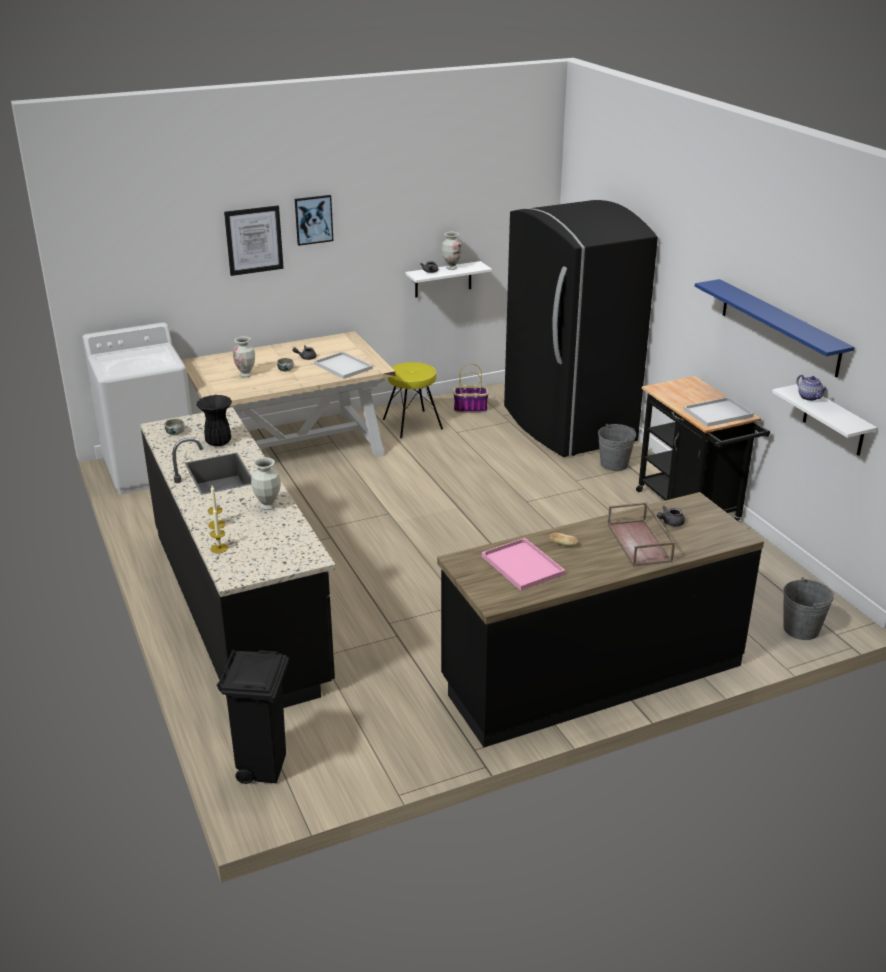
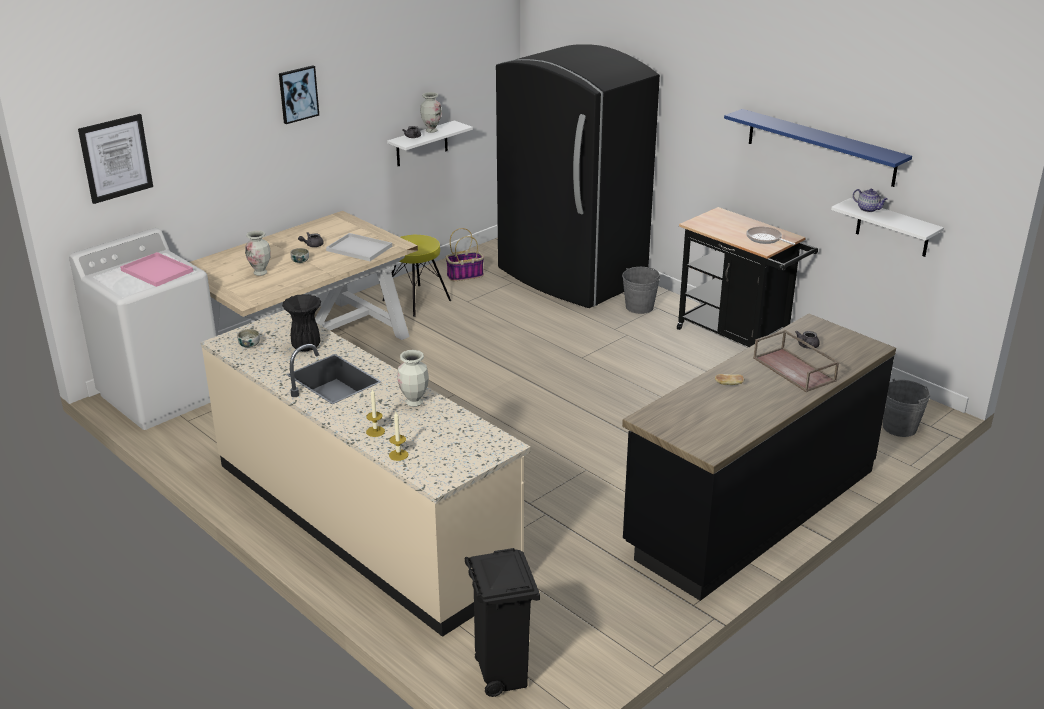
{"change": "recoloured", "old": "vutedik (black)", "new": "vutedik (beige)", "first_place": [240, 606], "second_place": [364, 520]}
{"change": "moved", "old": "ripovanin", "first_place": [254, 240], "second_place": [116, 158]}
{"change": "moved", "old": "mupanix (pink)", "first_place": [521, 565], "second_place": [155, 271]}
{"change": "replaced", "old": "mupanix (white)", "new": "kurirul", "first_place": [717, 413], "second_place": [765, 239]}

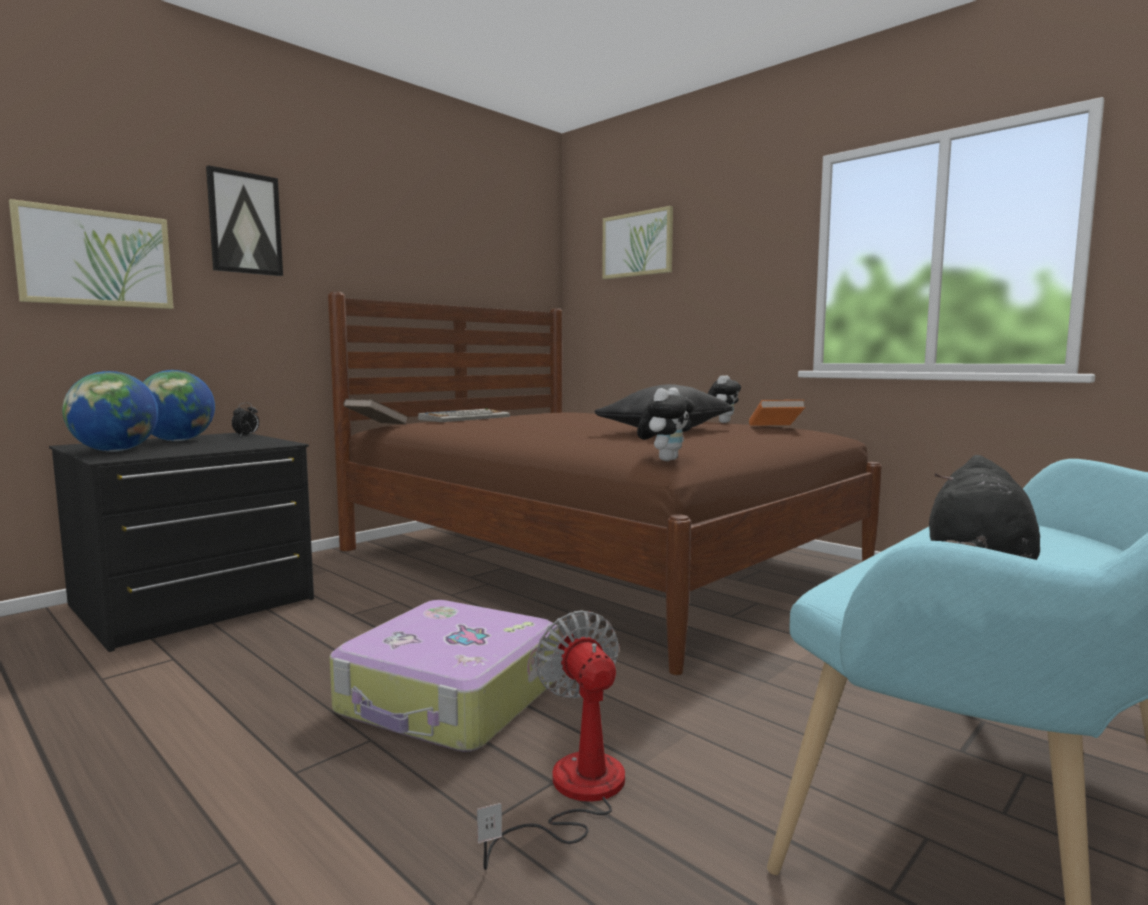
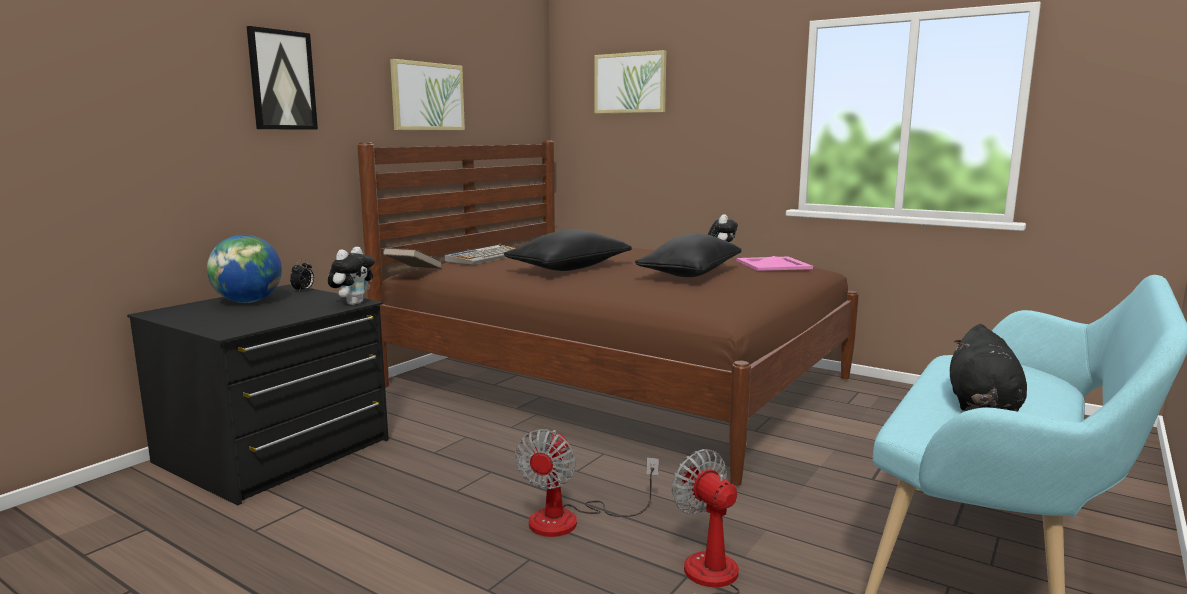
{"change": "moved", "old": "ripovanin", "first_place": [96, 258], "second_place": [427, 96]}
{"change": "removed", "old": "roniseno", "first_place": [115, 451]}
{"change": "replaced", "old": "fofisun", "new": "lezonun", "first_place": [450, 698], "second_place": [570, 520]}
{"change": "moved", "old": "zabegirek", "first_place": [665, 460], "second_place": [353, 303]}
{"change": "replaced", "old": "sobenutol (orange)", "new": "mupanix (pink)", "first_place": [775, 427], "second_place": [773, 264]}
{"change": "added", "new": "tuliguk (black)", "second_place": [569, 268]}

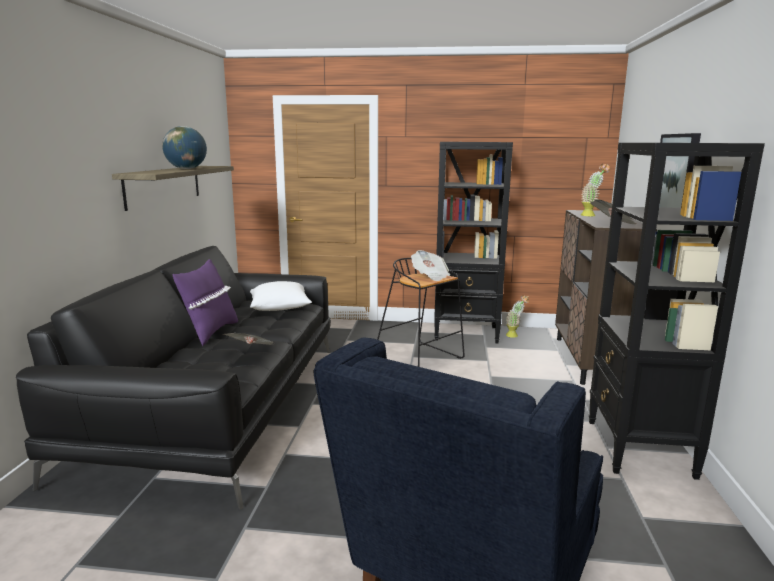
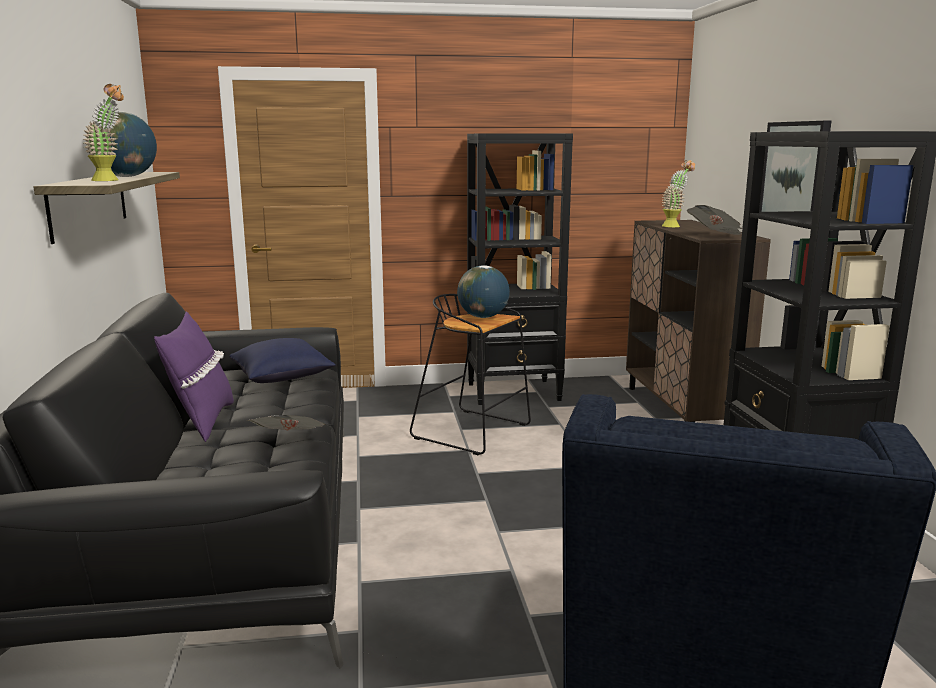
{"change": "recoloured", "old": "tuliguk (white)", "new": "tuliguk (blue)", "first_place": [280, 308], "second_place": [282, 378]}
{"change": "replaced", "old": "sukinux", "new": "roniseno", "first_place": [430, 276], "second_place": [483, 317]}
{"change": "moved", "old": "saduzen", "first_place": [515, 336], "second_place": [111, 180]}

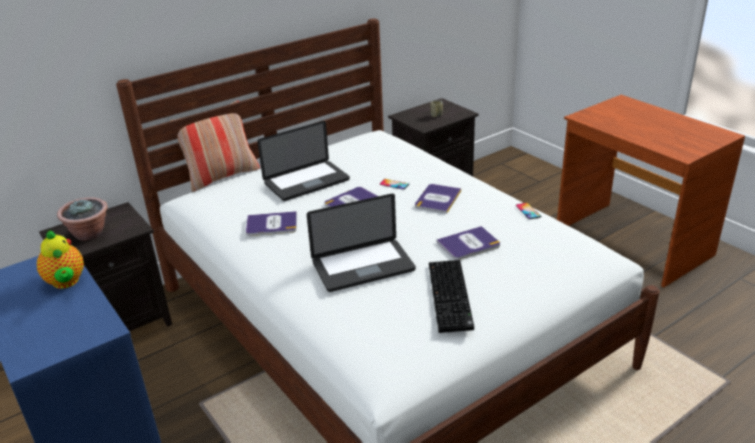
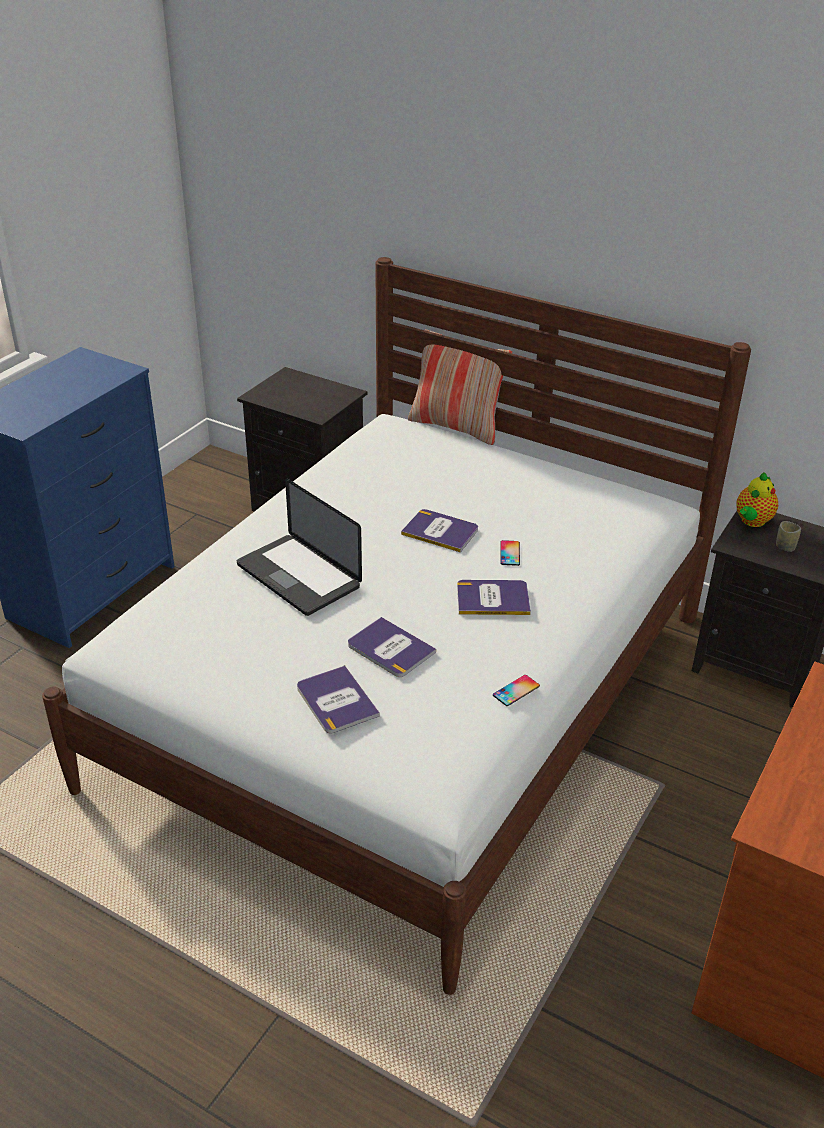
{"change": "moved", "old": "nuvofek", "first_place": [66, 282], "second_place": [752, 521]}
{"change": "removed", "old": "saduzen", "first_place": [89, 234]}
{"change": "moved", "old": "sobenutol", "first_place": [271, 225], "second_place": [336, 701]}
{"change": "removed", "old": "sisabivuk", "first_place": [306, 182]}
{"change": "removed", "old": "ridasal", "first_place": [452, 296]}

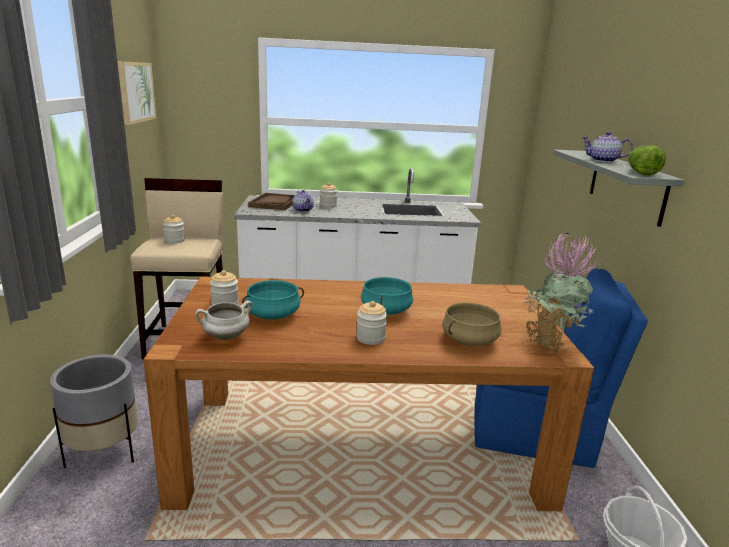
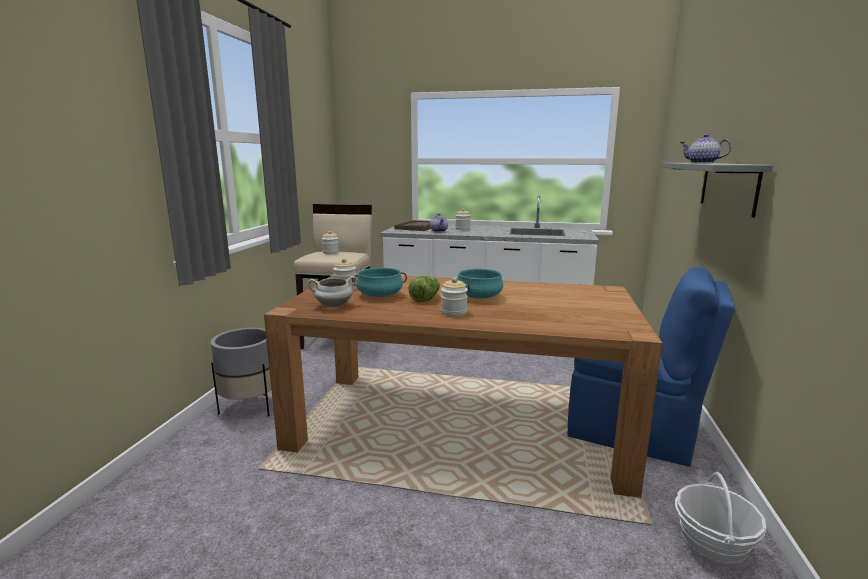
{"change": "removed", "old": "ripovanin", "first_place": [136, 92]}
{"change": "removed", "old": "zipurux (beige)", "first_place": [469, 340]}
{"change": "removed", "old": "saduzen", "first_place": [549, 343]}
{"change": "moved", "old": "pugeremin", "first_place": [640, 173], "second_place": [425, 298]}

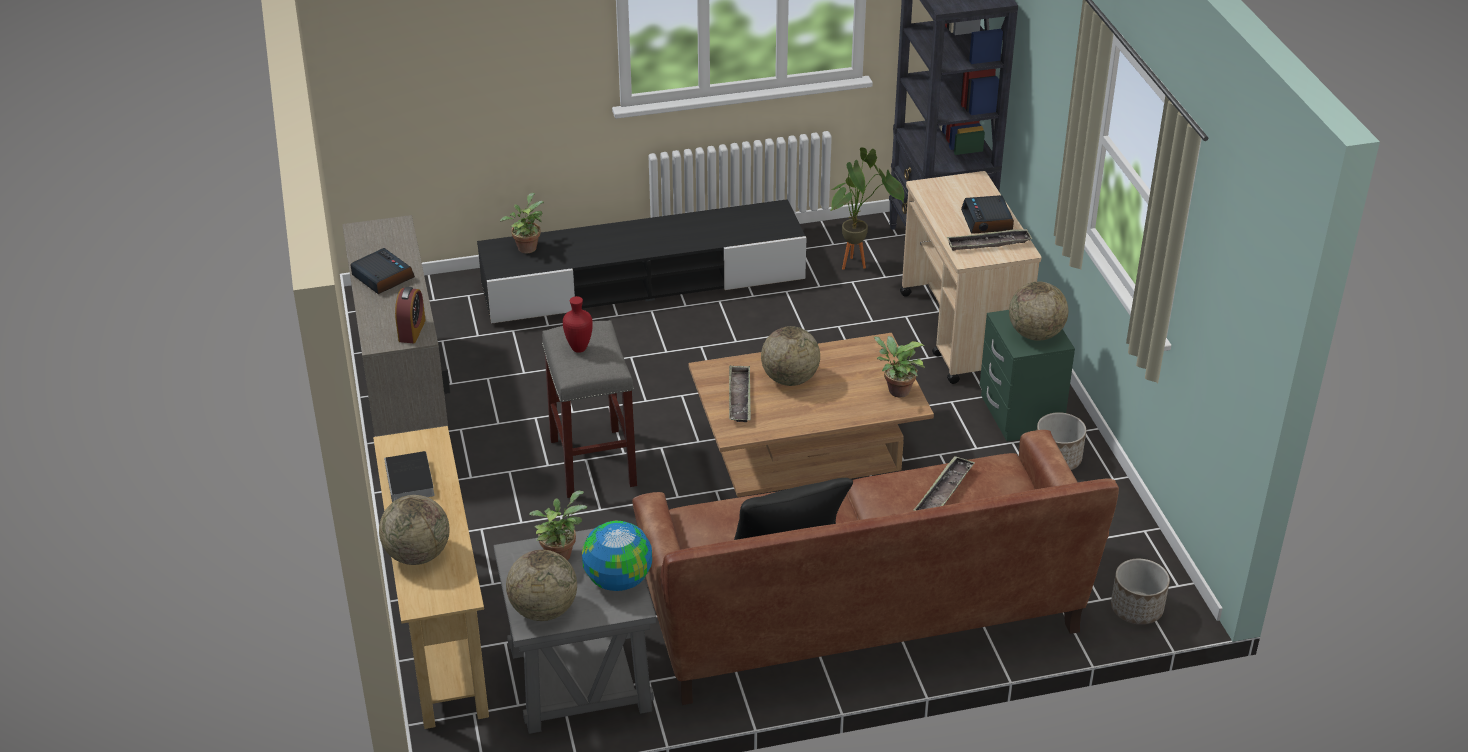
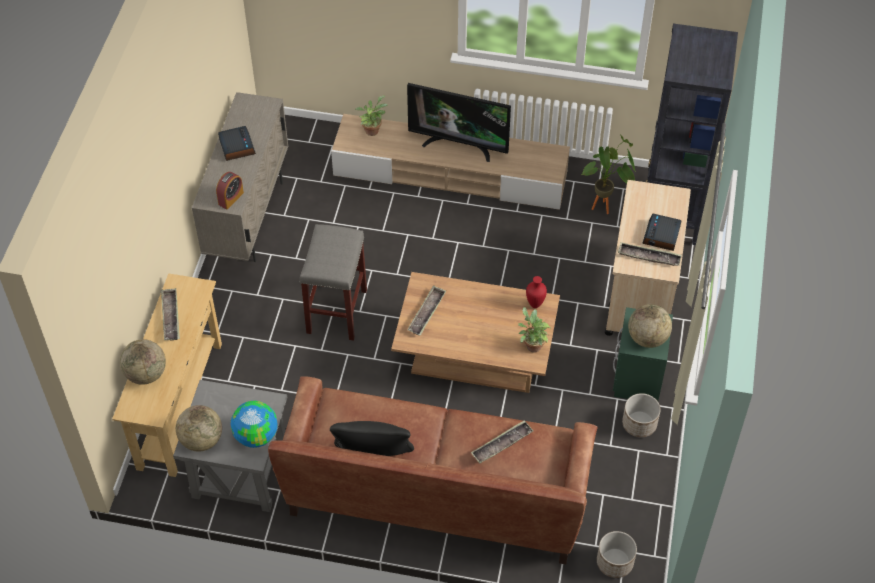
{"change": "replaced", "old": "sobenutol", "new": "mupanix", "first_place": [410, 482], "second_place": [171, 317]}
{"change": "recoloured", "old": "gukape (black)", "new": "gukape (beige)", "first_place": [644, 283], "second_place": [451, 174]}
{"change": "removed", "old": "saduzen", "first_place": [559, 553]}
{"change": "moved", "old": "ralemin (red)", "first_place": [580, 349], "second_place": [535, 305]}
{"change": "removed", "old": "roniseno", "first_place": [790, 379]}
{"change": "added", "new": "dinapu", "second_place": [459, 145]}

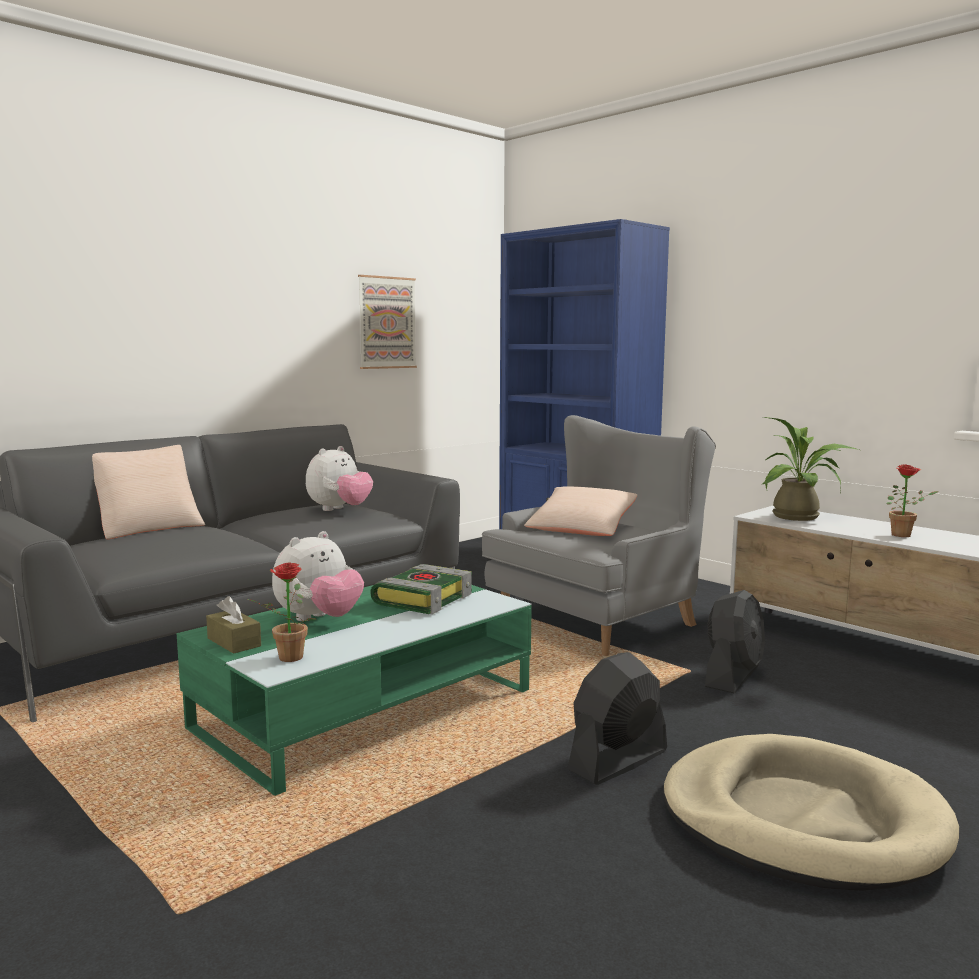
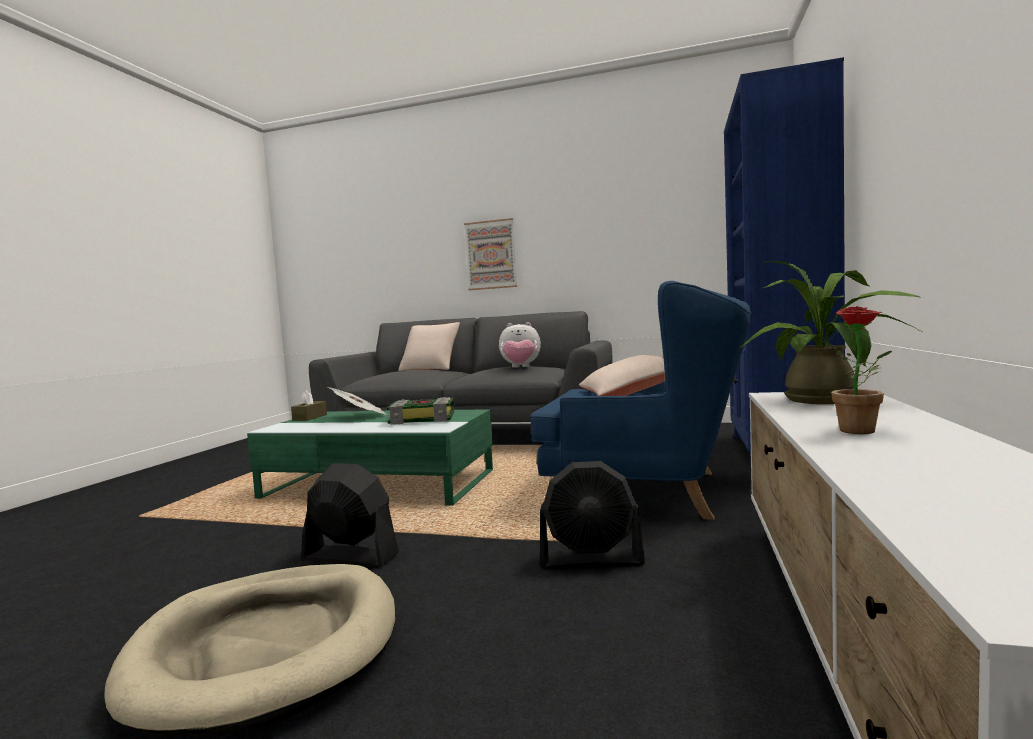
{"change": "removed", "old": "saduzen", "first_place": [285, 659]}
{"change": "replaced", "old": "zabegirek", "new": "sukinux", "first_place": [319, 619], "second_place": [361, 417]}
{"change": "moved", "old": "ripovanin", "first_place": [386, 322], "second_place": [491, 255]}
{"change": "recoloured", "old": "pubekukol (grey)", "new": "pubekukol (blue)", "first_place": [601, 620], "second_place": [646, 490]}

